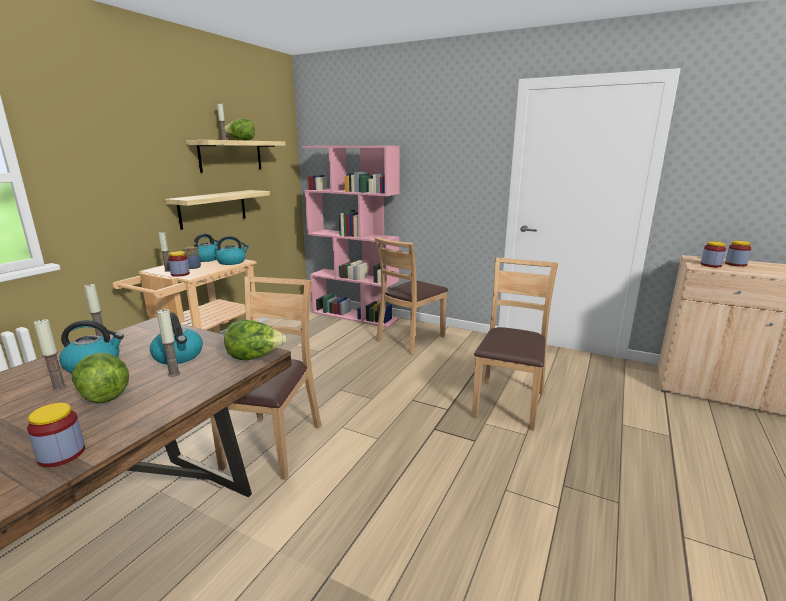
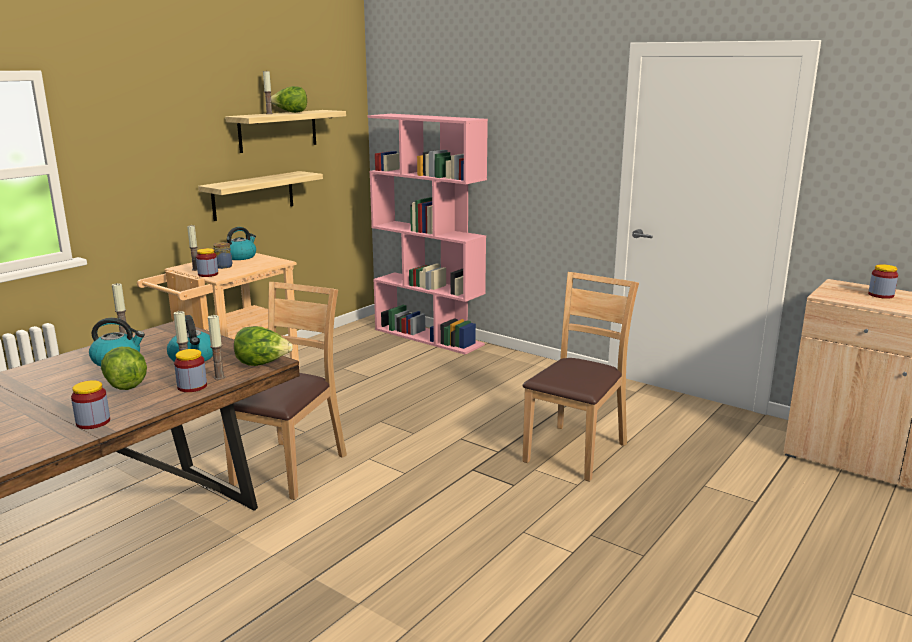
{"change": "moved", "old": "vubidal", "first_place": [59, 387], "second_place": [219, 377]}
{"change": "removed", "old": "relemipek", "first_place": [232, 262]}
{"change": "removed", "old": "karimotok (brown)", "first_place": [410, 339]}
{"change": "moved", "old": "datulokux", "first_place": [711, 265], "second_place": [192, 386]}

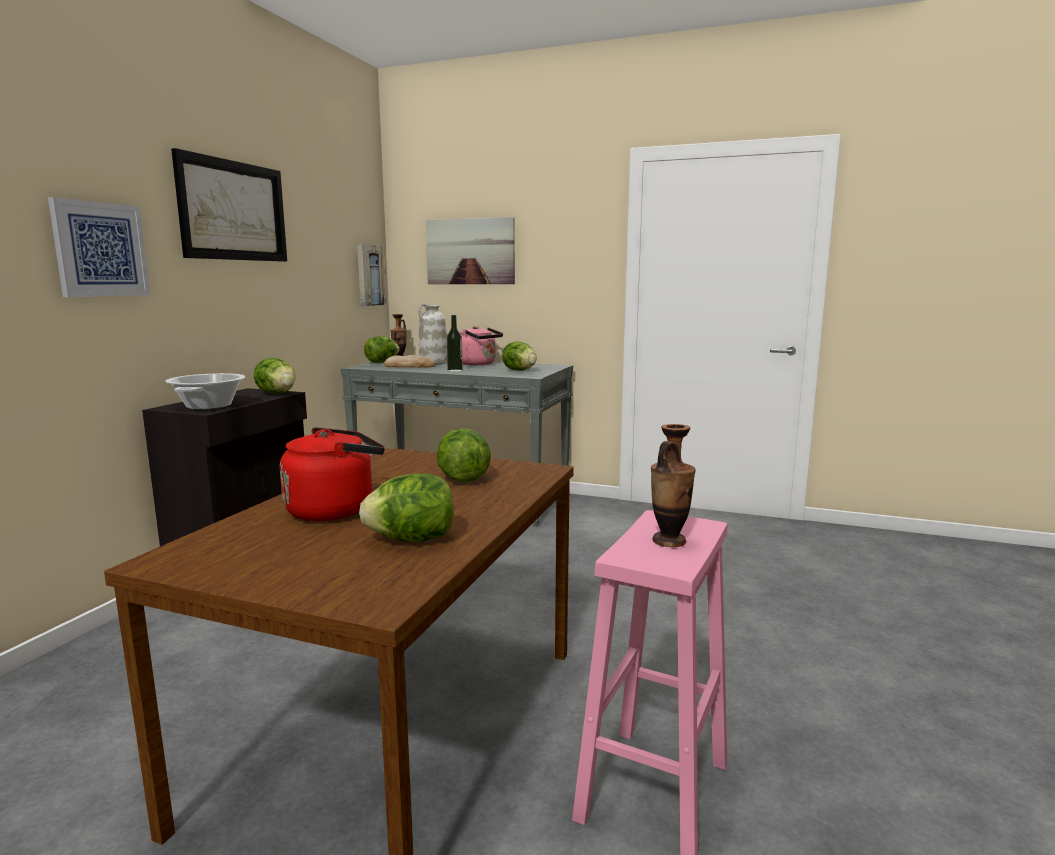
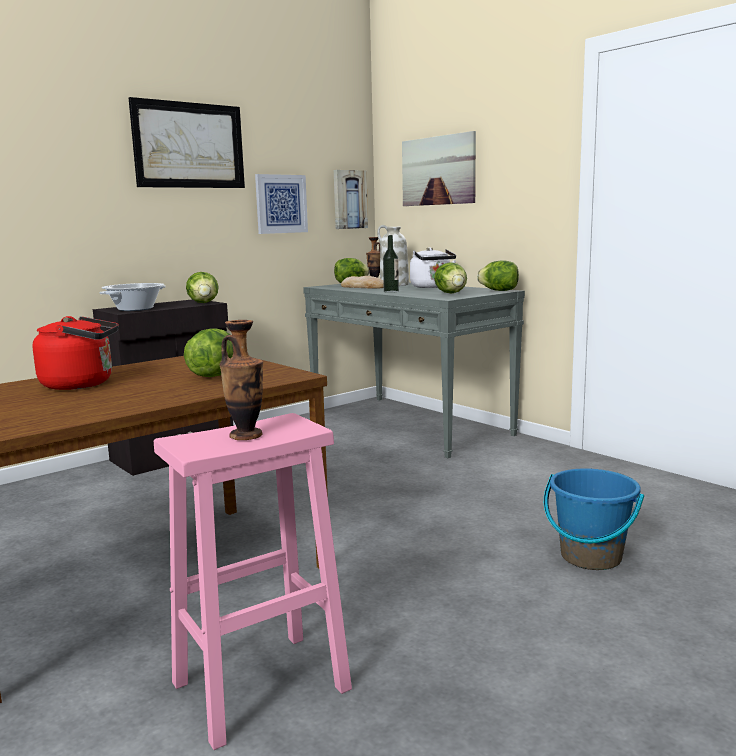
{"change": "moved", "old": "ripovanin", "first_place": [100, 250], "second_place": [281, 204]}
{"change": "moved", "old": "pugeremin", "first_place": [412, 539], "second_place": [499, 291]}
{"change": "recoloured", "old": "relemipek (pink)", "new": "relemipek (white)", "first_place": [479, 364], "second_place": [432, 287]}
{"change": "added", "new": "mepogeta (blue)", "second_place": [590, 557]}

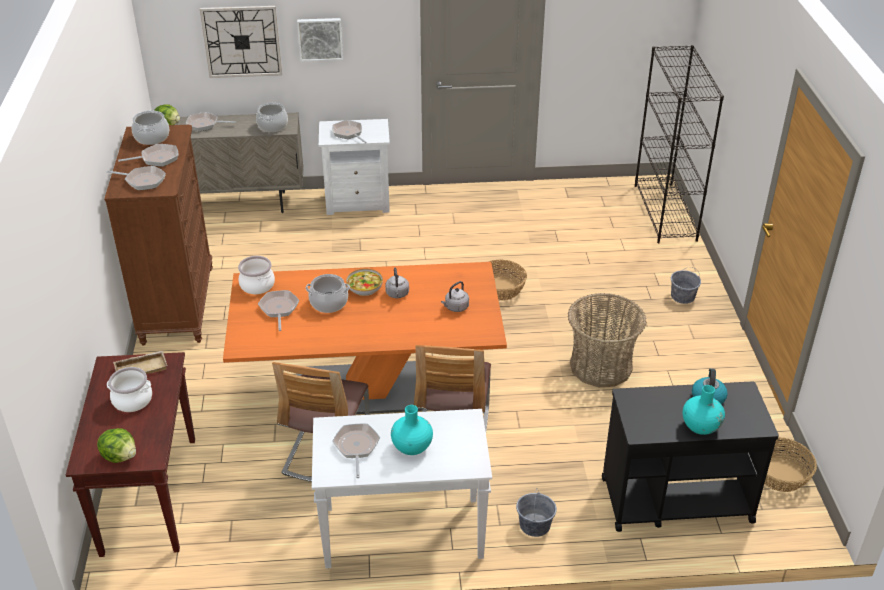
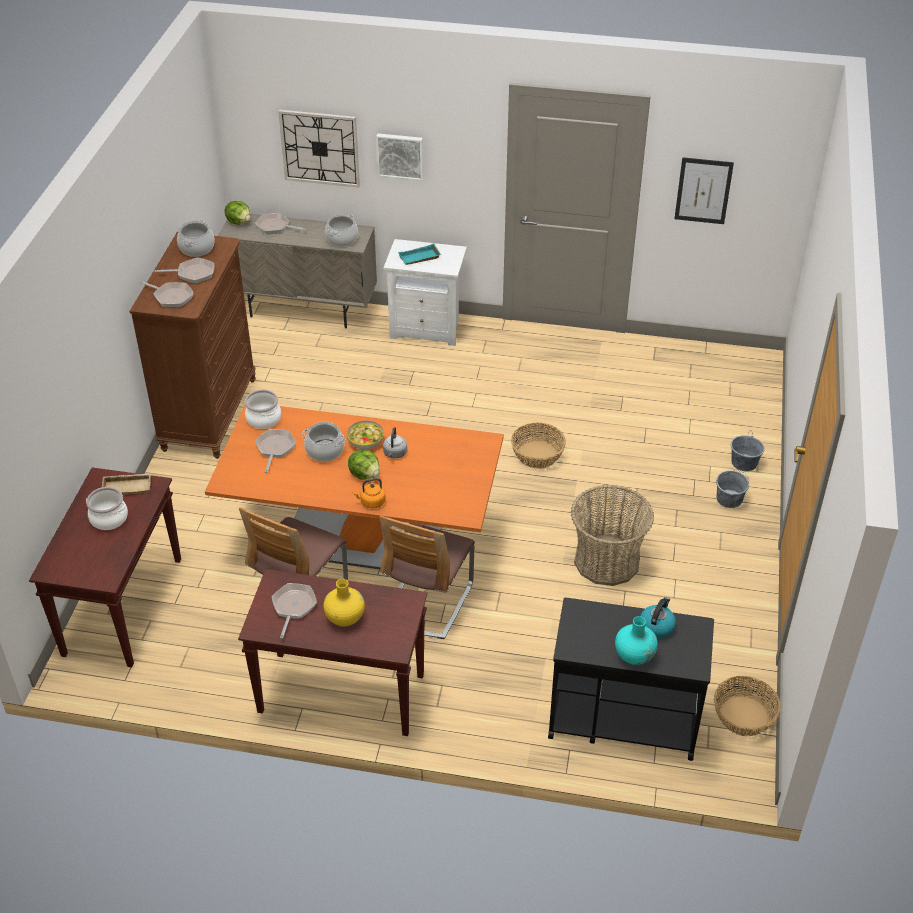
{"change": "moved", "old": "pugeremin", "first_place": [120, 456], "second_place": [365, 474]}
{"change": "recoloured", "old": "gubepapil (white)", "new": "gubepapil (brown)", "first_place": [401, 534], "second_place": [340, 694]}
{"change": "replaced", "old": "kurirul", "new": "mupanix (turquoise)", "first_place": [348, 133], "second_place": [419, 258]}
{"change": "recoloured", "old": "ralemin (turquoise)", "new": "ralemin (yellow)", "first_place": [412, 446], "second_place": [345, 617]}
{"change": "removed", "old": "relemipek (grey)", "first_place": [455, 307]}
{"change": "moved", "old": "mepogeta (grey)", "first_place": [534, 525], "second_place": [744, 463]}
{"change": "removed", "old": "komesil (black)", "first_place": [665, 213]}
{"change": "added", "new": "relemipek (orange)", "second_place": [371, 502]}
{"change": "added", "new": "ripovanin", "second_place": [703, 190]}

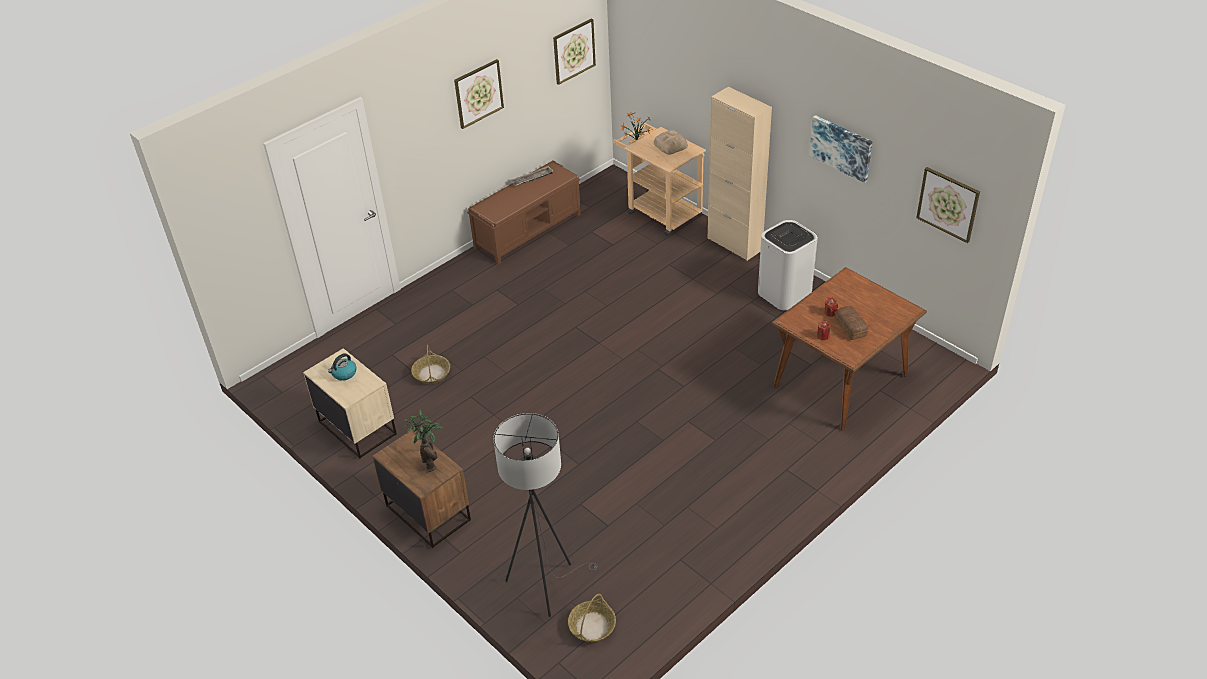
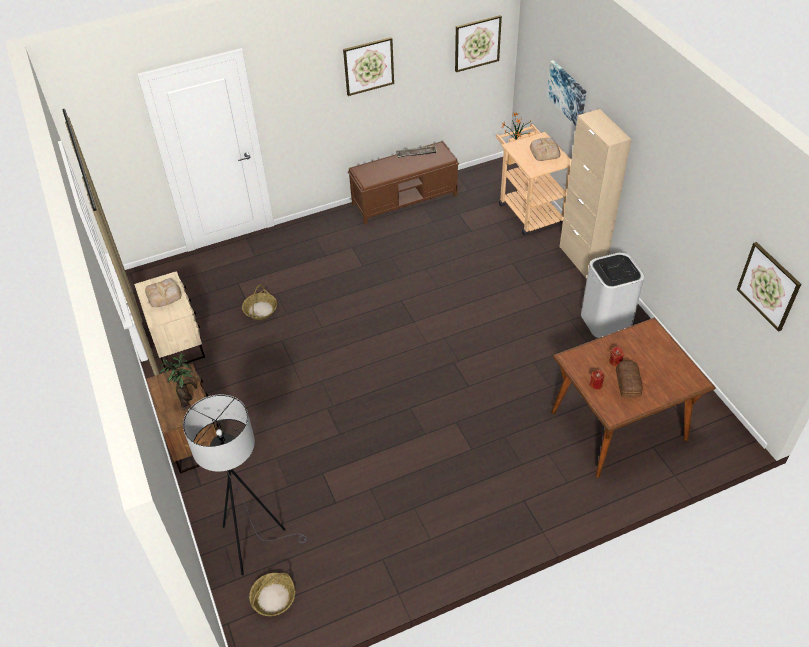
{"change": "replaced", "old": "relemipek", "new": "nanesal", "first_place": [344, 374], "second_place": [164, 295]}
{"change": "moved", "old": "ripovanin", "first_place": [841, 147], "second_place": [567, 93]}

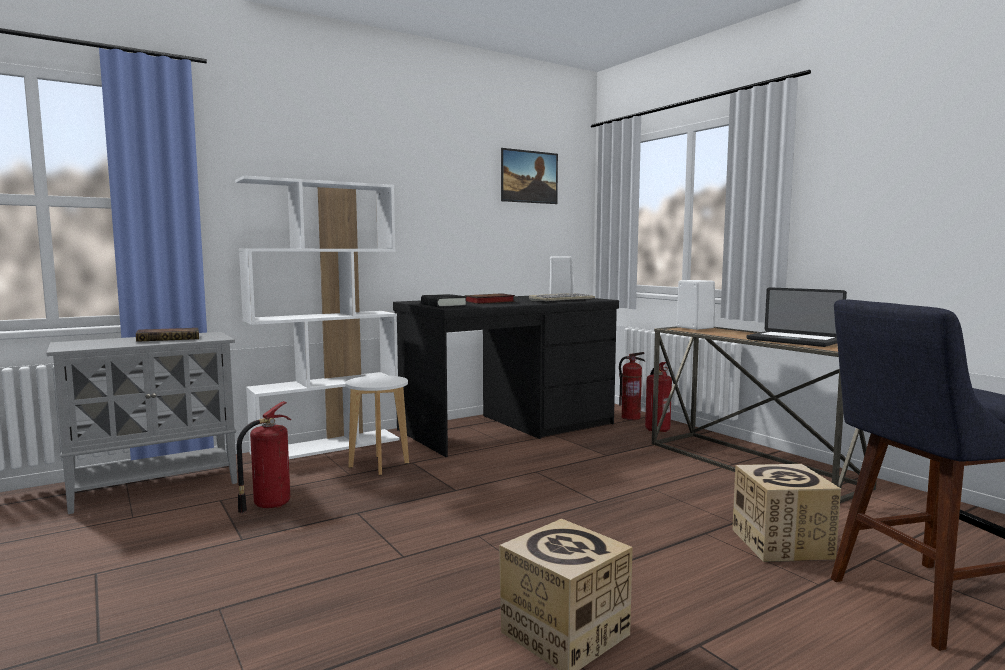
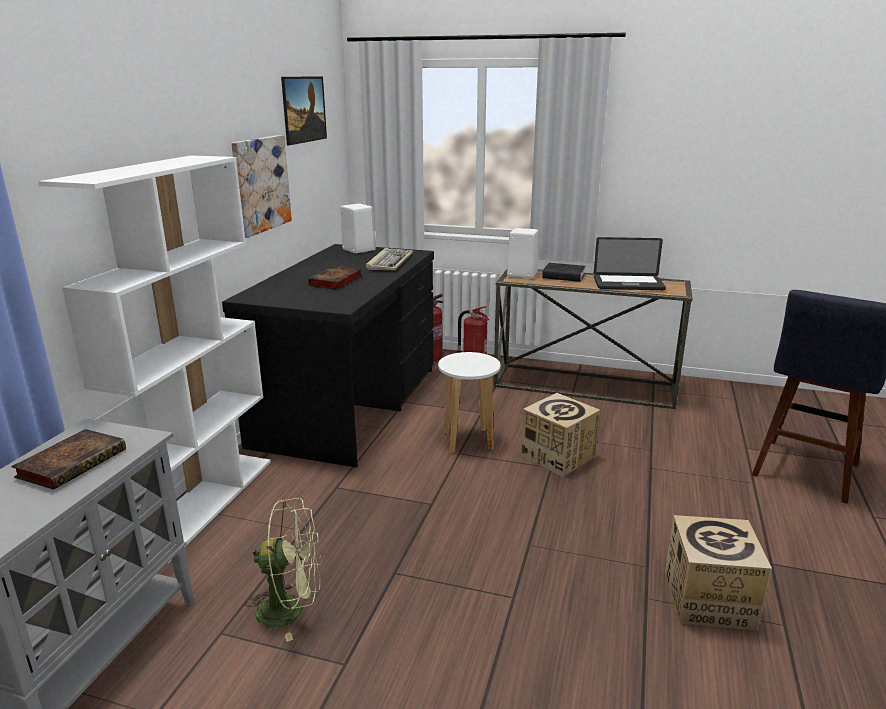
{"change": "replaced", "old": "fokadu", "new": "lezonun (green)", "first_place": [269, 505], "second_place": [291, 609]}
{"change": "moved", "old": "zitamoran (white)", "first_place": [378, 465], "second_place": [468, 441]}
{"change": "moved", "old": "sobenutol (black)", "first_place": [443, 305], "second_place": [563, 276]}
{"change": "moved", "old": "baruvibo", "first_place": [781, 544], "second_place": [558, 456]}
{"change": "added", "new": "ripovanin", "second_place": [260, 184]}

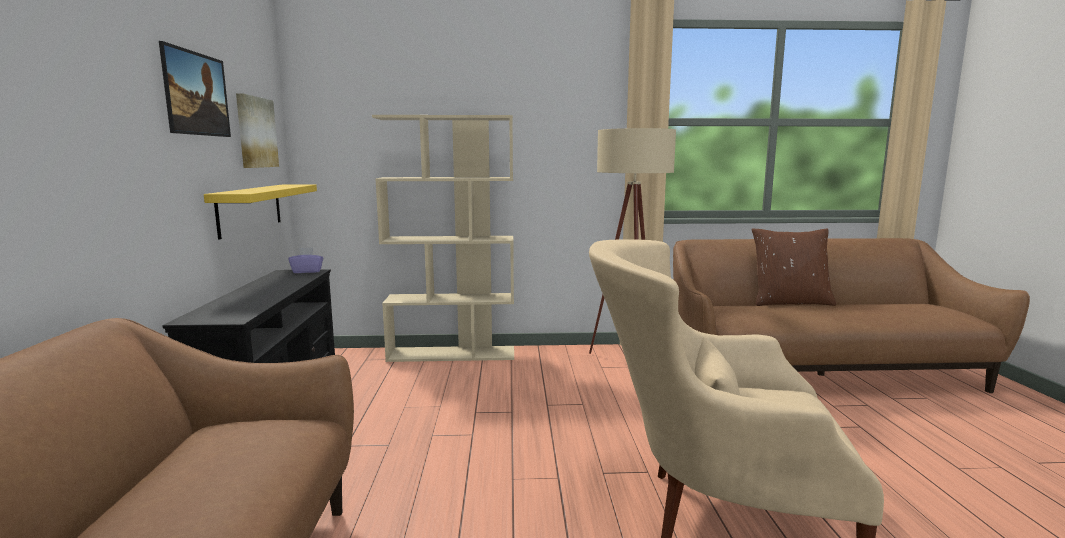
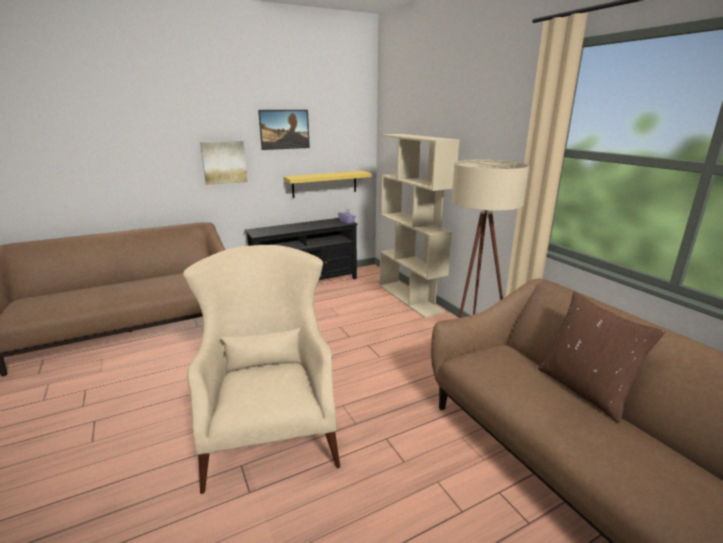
{"change": "moved", "old": "ripovanin", "first_place": [255, 132], "second_place": [224, 162]}

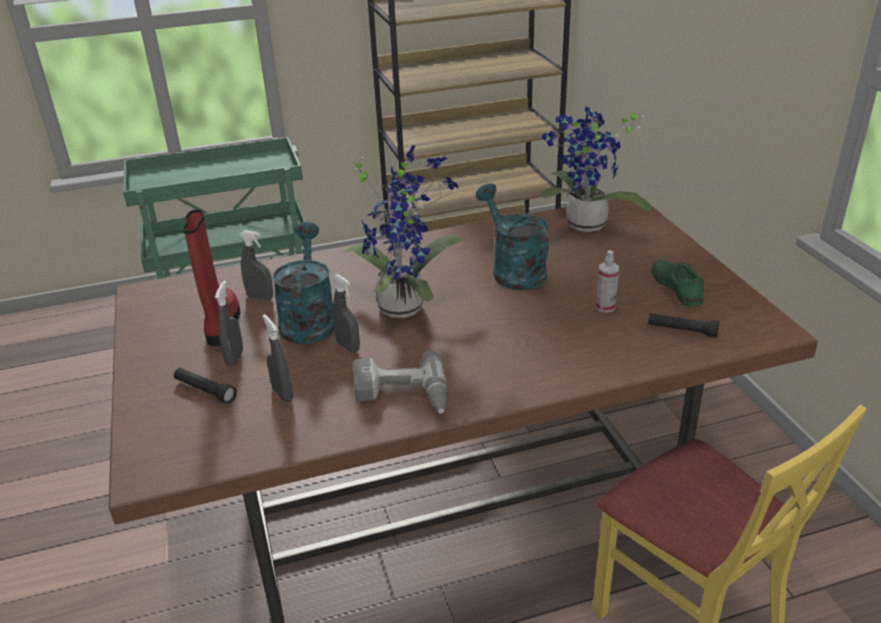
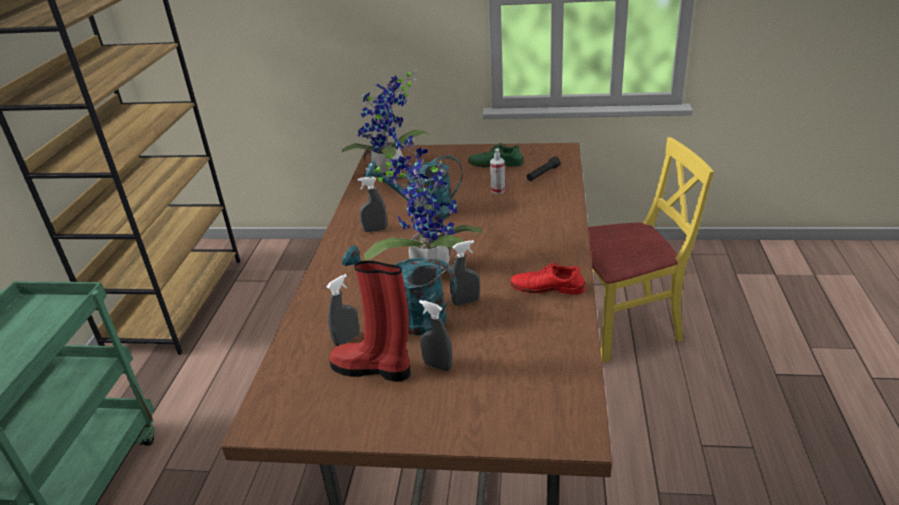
{"change": "removed", "old": "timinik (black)", "first_place": [205, 391]}
{"change": "moved", "old": "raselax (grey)", "first_place": [282, 394], "second_place": [375, 230]}
{"change": "replaced", "old": "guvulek", "new": "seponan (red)", "first_place": [401, 396], "second_place": [547, 287]}

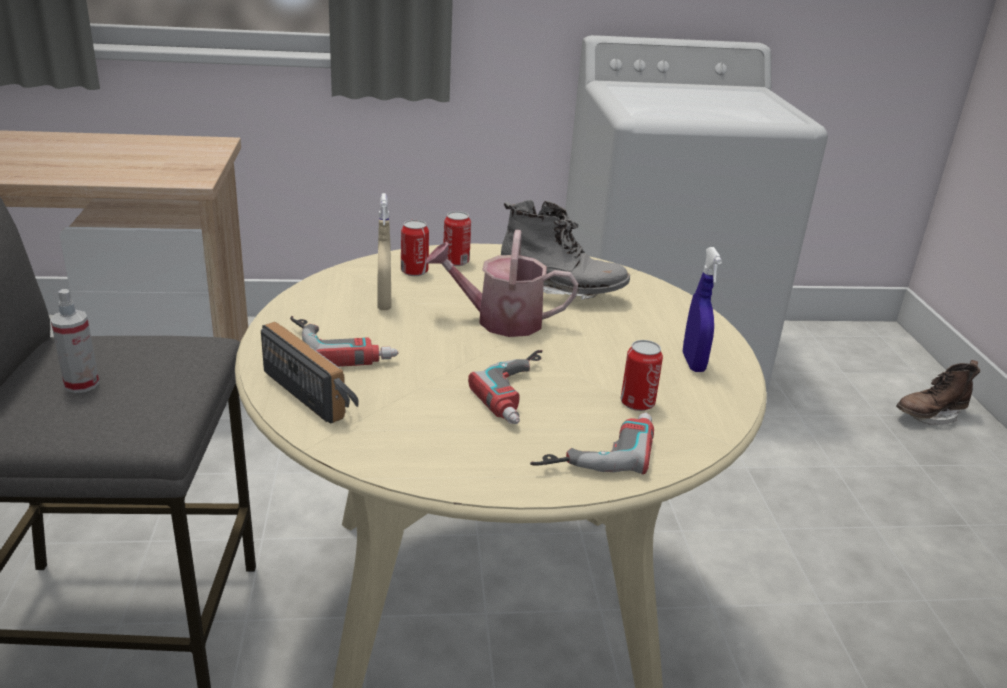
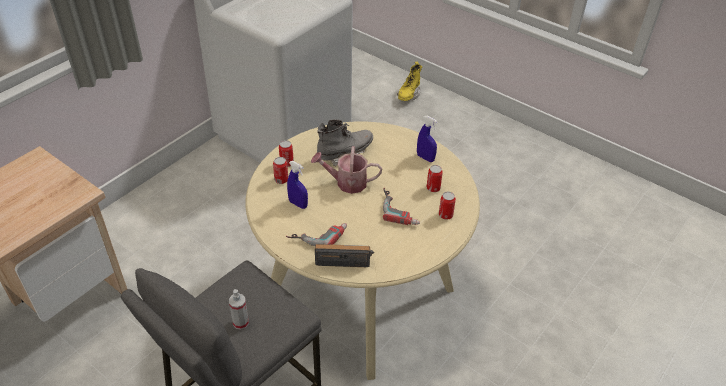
{"change": "recoloured", "old": "raselax (beige)", "new": "raselax (blue)", "first_place": [384, 303], "second_place": [298, 204]}
{"change": "turned", "old": "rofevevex", "first_place": [499, 320], "second_place": [347, 183], "degrees": 45}
{"change": "replaced", "old": "guvulek", "new": "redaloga", "first_place": [594, 448], "second_place": [445, 215]}
{"change": "recoloured", "old": "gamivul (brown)", "new": "gamivul (yellow)", "first_place": [929, 416], "second_place": [408, 95]}

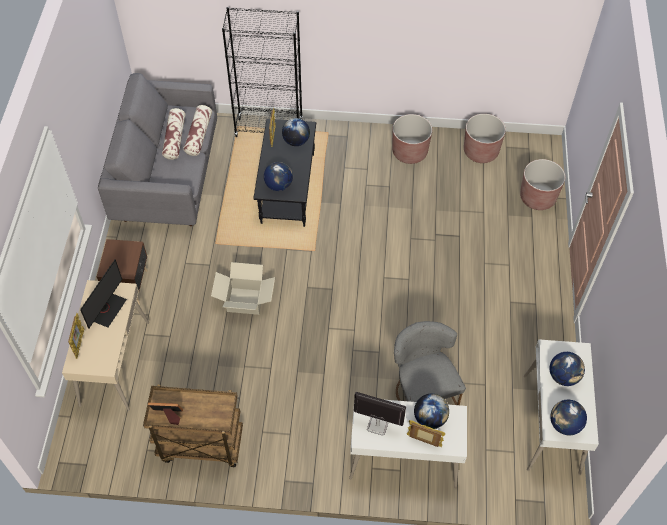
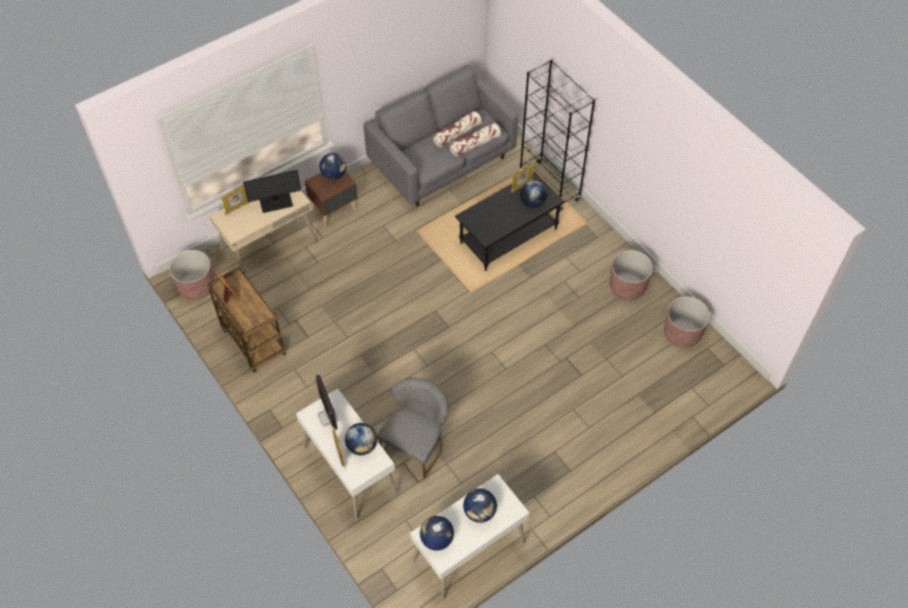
{"change": "removed", "old": "baruvibo", "first_place": [245, 301]}
{"change": "moved", "old": "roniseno", "first_place": [278, 185], "second_place": [334, 175]}
{"change": "moved", "old": "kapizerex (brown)", "first_place": [537, 197], "second_place": [197, 287]}

